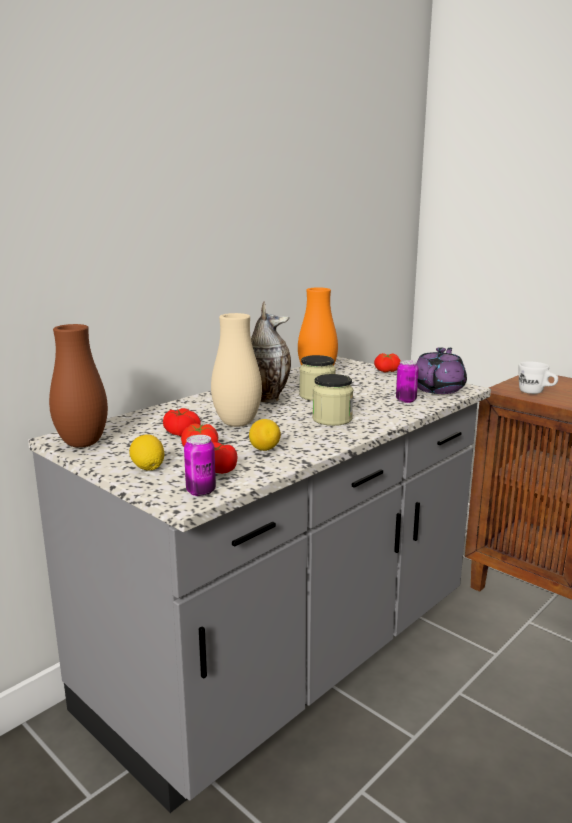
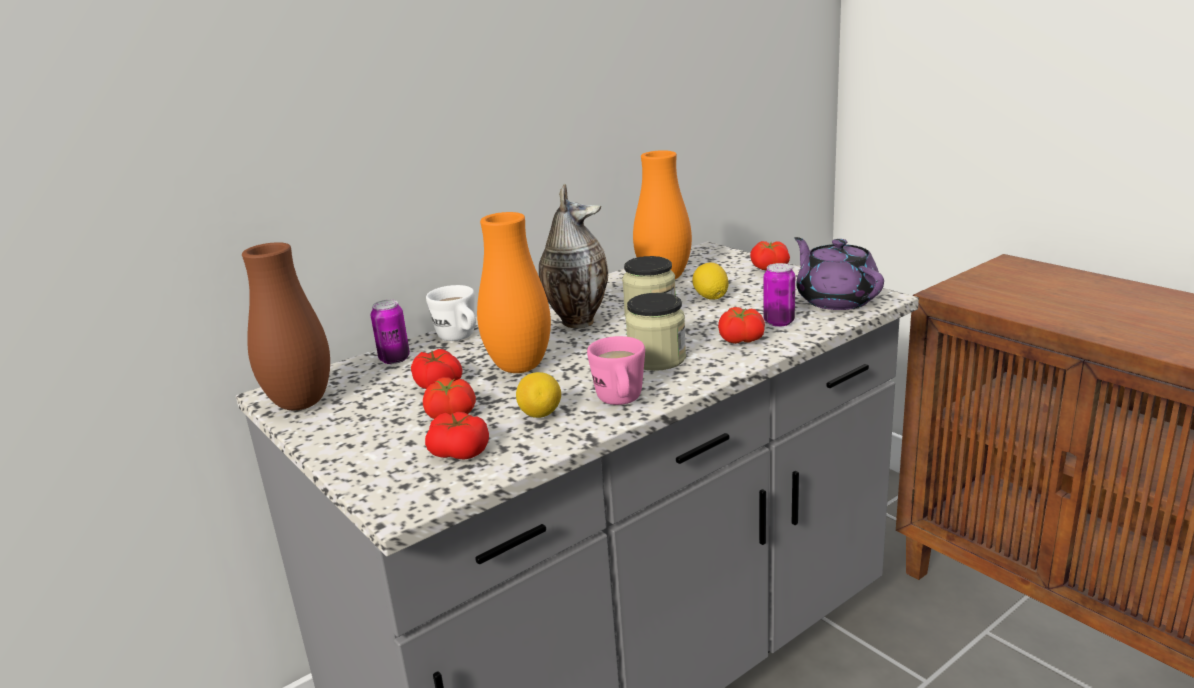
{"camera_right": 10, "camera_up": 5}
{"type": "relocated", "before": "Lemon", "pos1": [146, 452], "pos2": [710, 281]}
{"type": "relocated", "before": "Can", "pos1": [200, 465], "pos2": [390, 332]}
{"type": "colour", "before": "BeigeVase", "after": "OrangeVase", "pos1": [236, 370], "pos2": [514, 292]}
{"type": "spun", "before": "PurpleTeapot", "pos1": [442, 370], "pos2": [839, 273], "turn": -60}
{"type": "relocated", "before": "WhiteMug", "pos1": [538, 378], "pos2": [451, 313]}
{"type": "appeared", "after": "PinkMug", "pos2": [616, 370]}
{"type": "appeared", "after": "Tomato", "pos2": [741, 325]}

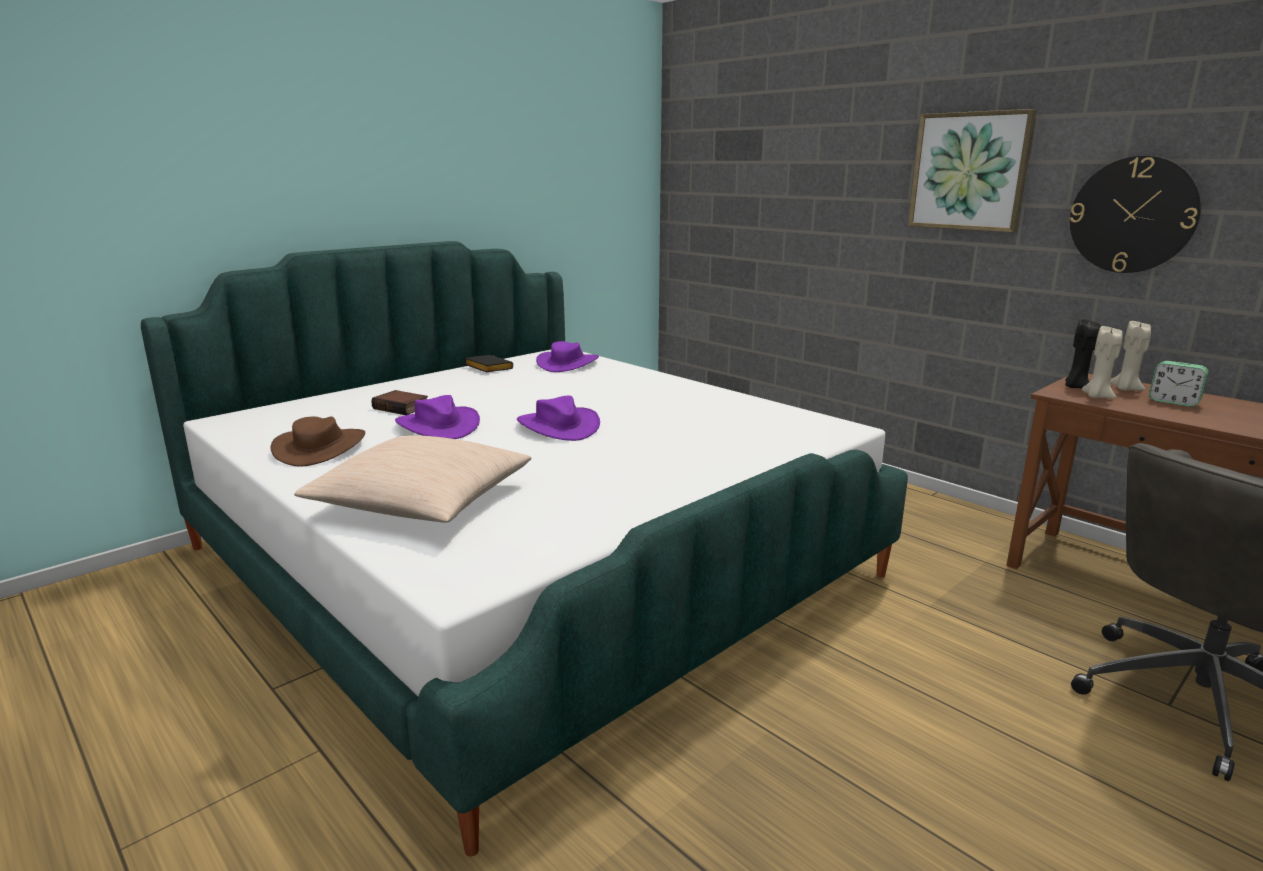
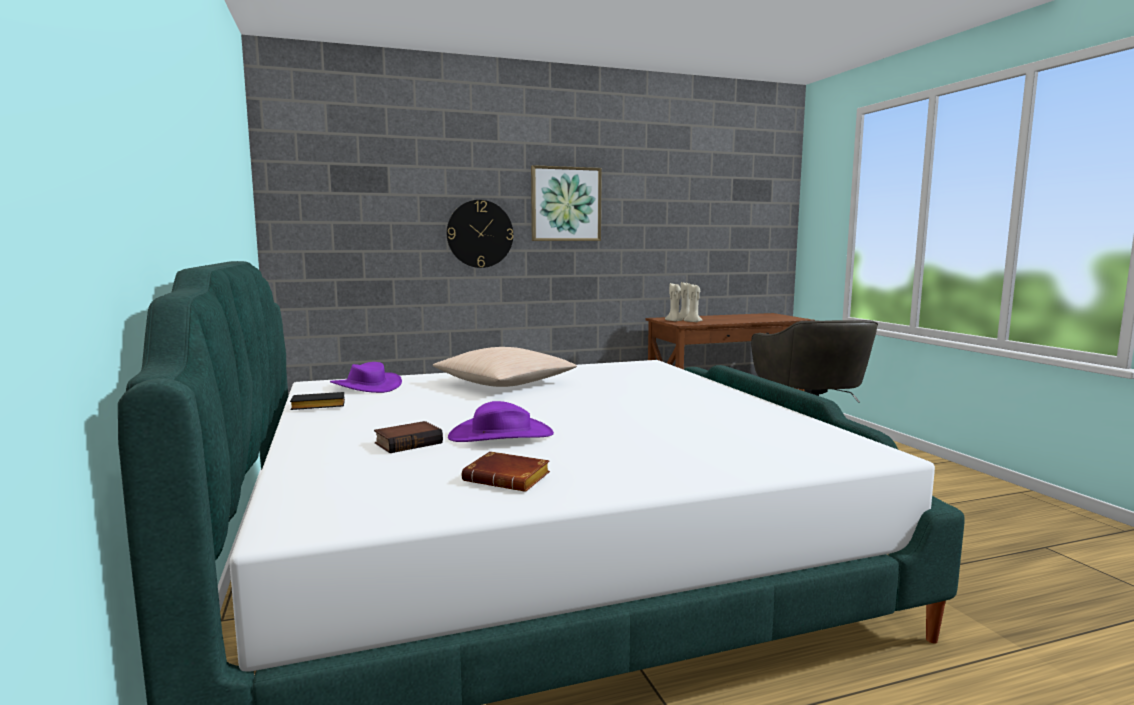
{"camera_right": -65, "camera_up": -10}
{"type": "exchanged", "before": "BrownHat", "after": "BrownBook", "pos1": [318, 442], "pos2": [506, 471]}
{"type": "relocated", "before": "BeigePillow", "pos1": [413, 479], "pos2": [505, 367]}
{"type": "missing", "before": "PurpleHat", "pos1": [558, 418]}
{"type": "colour", "before": "BlackCandle", "after": "BeigeCandle", "pos1": [1083, 353], "pos2": [674, 302]}
{"type": "relocated", "before": "WallClock", "pos1": [1135, 214], "pos2": [480, 234]}
{"type": "missing", "before": "AlarmClock", "pos1": [1178, 384]}

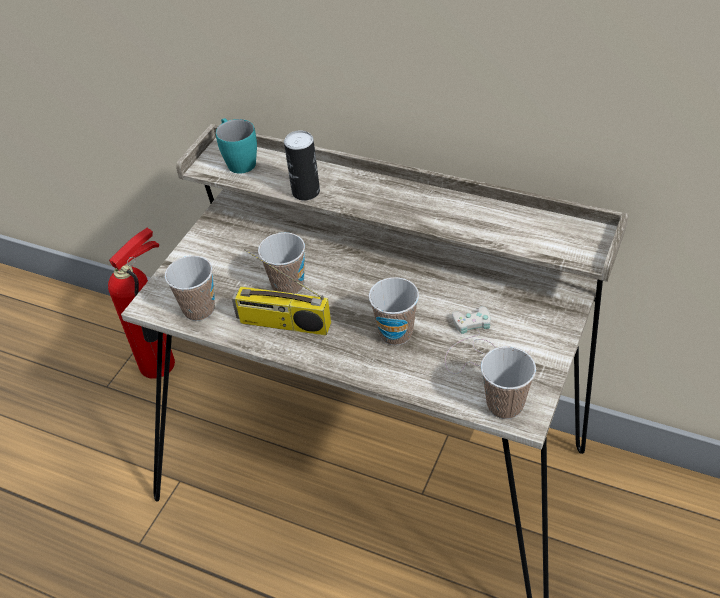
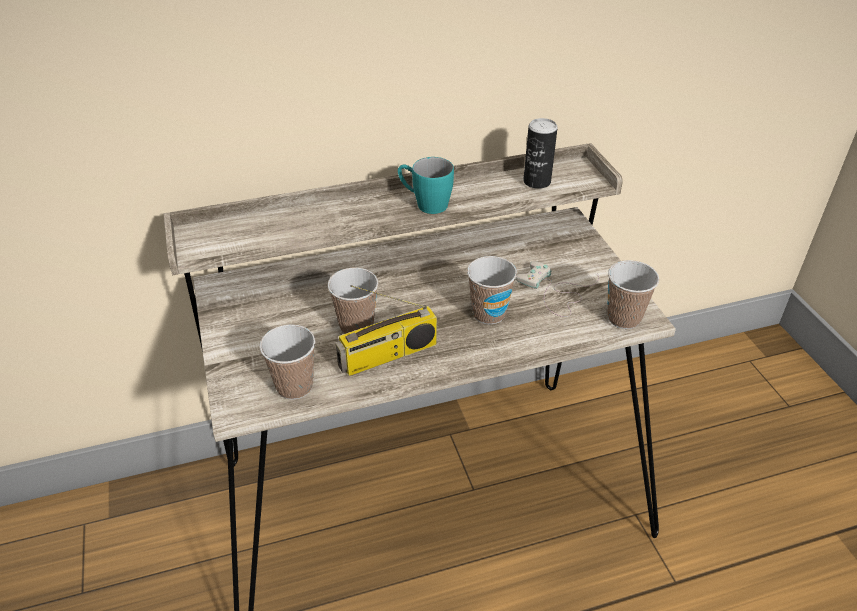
{"camera_right": -45, "camera_up": -5}
{"type": "missing", "before": "FireExtinguisher", "pos1": [141, 303]}
{"type": "relocated", "before": "TurquoiseMug", "pos1": [236, 146], "pos2": [426, 185]}
{"type": "relocated", "before": "Can", "pos1": [302, 165], "pos2": [540, 153]}

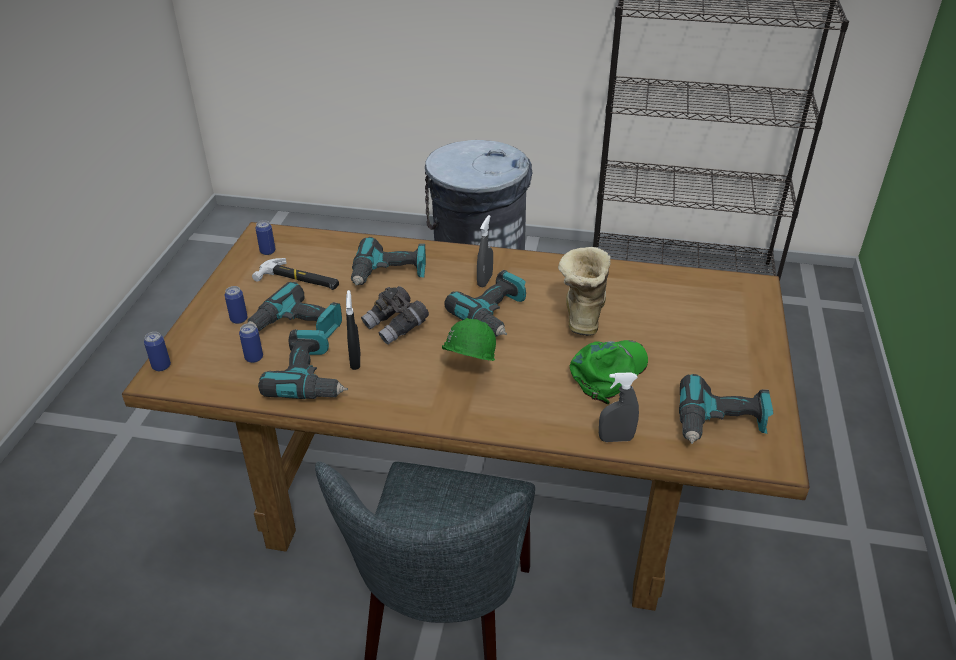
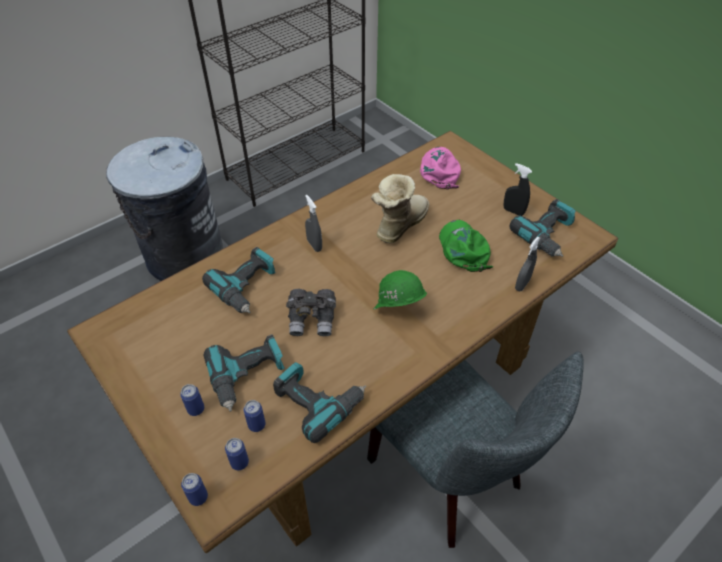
{"camera_right": -50, "camera_up": 10}
{"type": "missing", "before": "Hammer", "pos1": [295, 274]}
{"type": "relocated", "before": "Can", "pos1": [265, 237], "pos2": [237, 454]}
{"type": "relocated", "before": "BlackSprayBottle", "pos1": [353, 330], "pos2": [518, 189]}
{"type": "missing", "before": "PowerDrill", "pos1": [485, 303]}
{"type": "spun", "before": "Boot", "pos1": [584, 291], "pos2": [400, 208], "turn": 75}
{"type": "appeared", "after": "PinkCap", "pos2": [440, 168]}

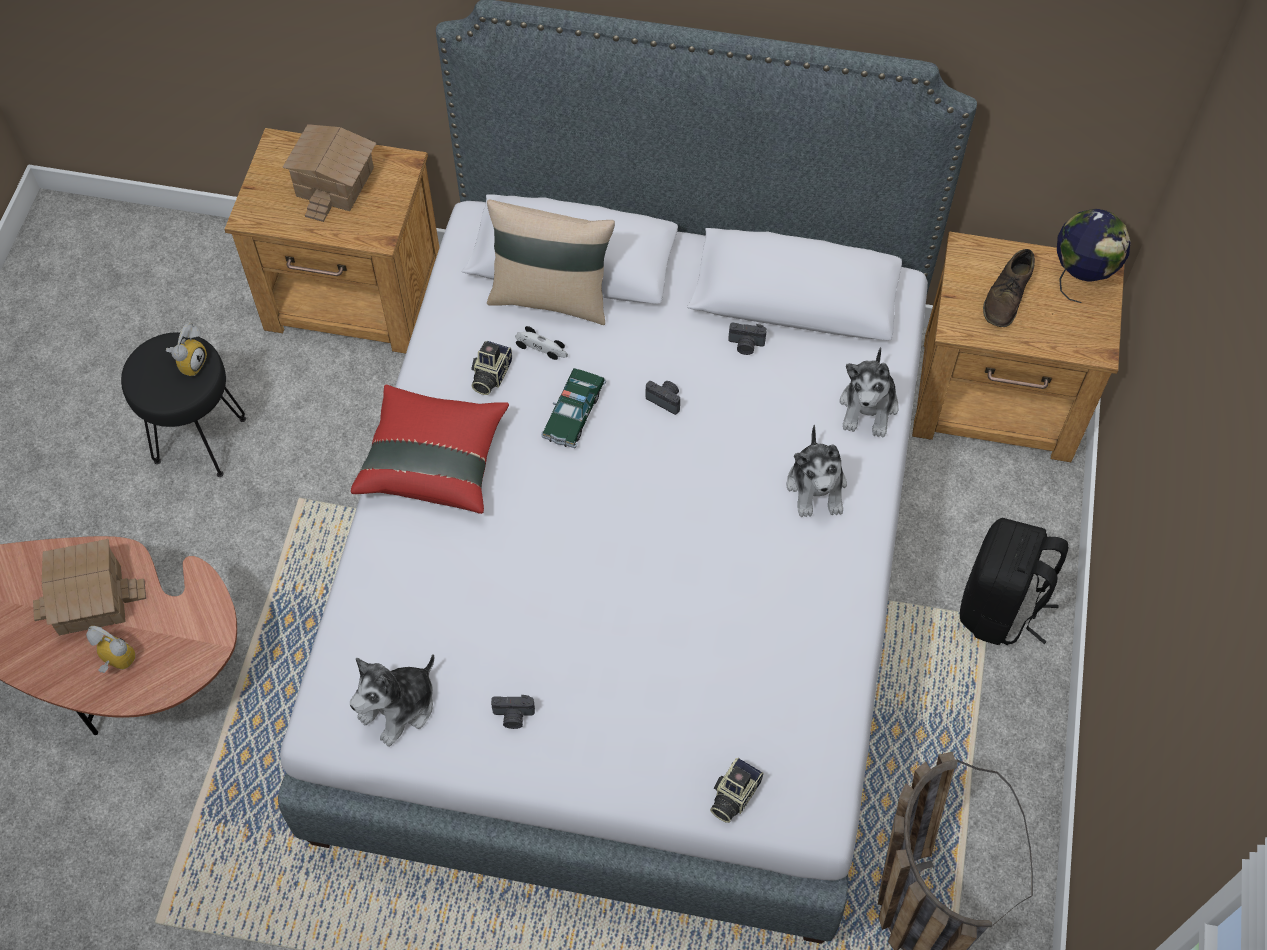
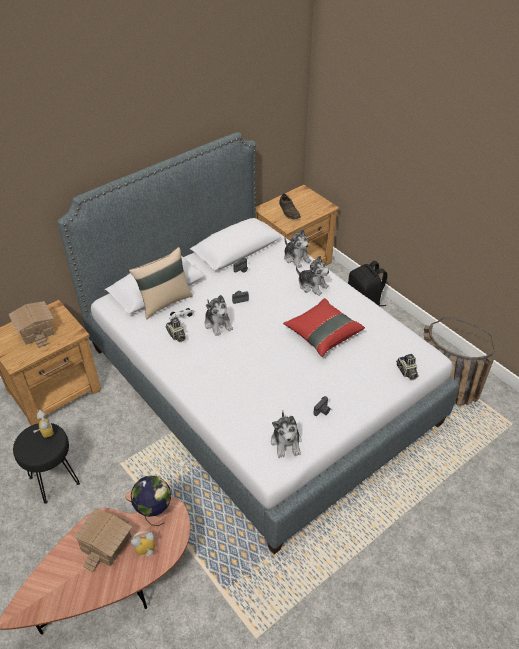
{"camera_right": -50, "camera_up": -15}
{"type": "relocated", "before": "RedPillow", "pos1": [430, 449], "pos2": [324, 327]}
{"type": "exchanged", "before": "ToyCar", "after": "PlushToy", "pos1": [573, 408], "pos2": [219, 315]}
{"type": "relocated", "before": "Globe", "pos1": [1094, 256], "pos2": [151, 501]}

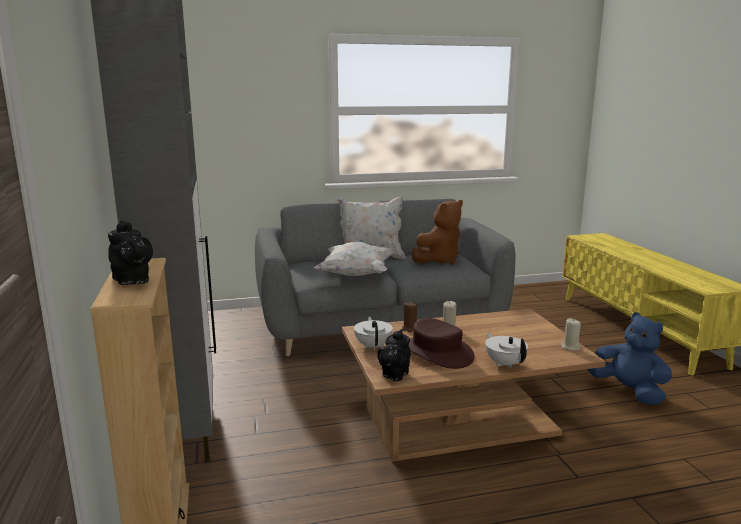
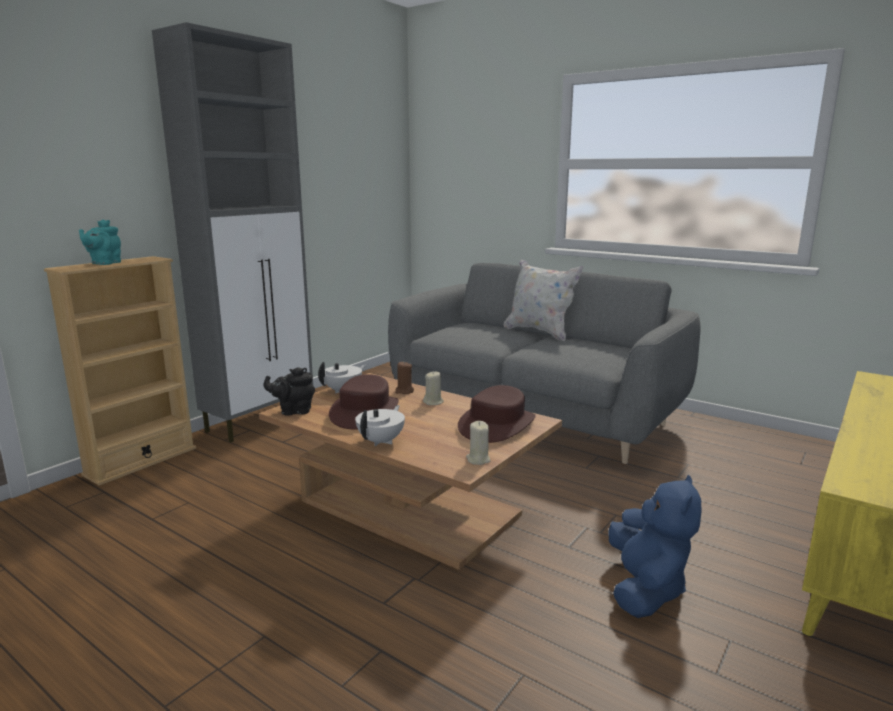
{"camera_right": 50, "camera_up": 0}
{"type": "colour", "before": "BlackTeapot", "after": "TurquoiseTeapot", "pos1": [130, 252], "pos2": [100, 242]}
{"type": "missing", "before": "WhitePillow", "pos1": [354, 259]}
{"type": "missing", "before": "BrownPlushToy", "pos1": [437, 232]}
{"type": "appeared", "after": "BrownHat", "pos2": [497, 414]}

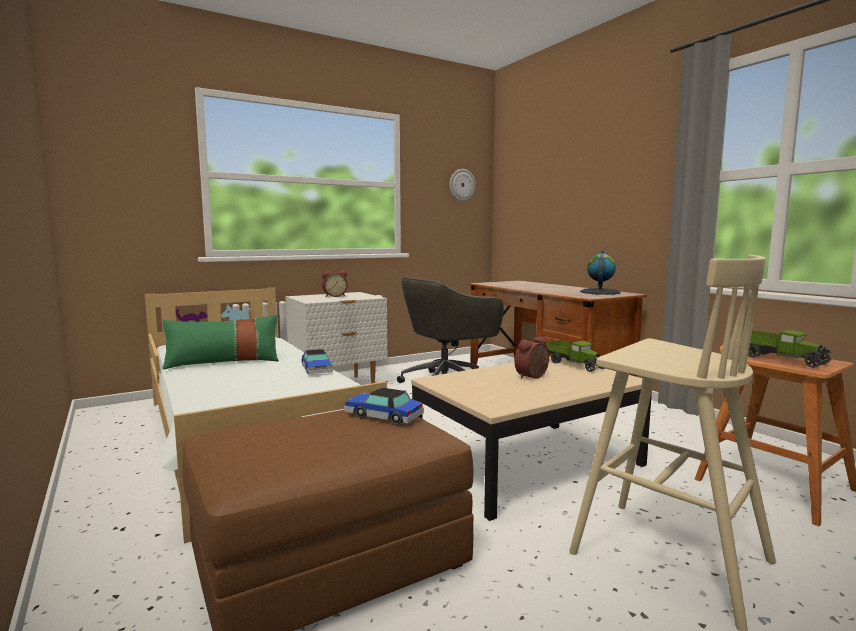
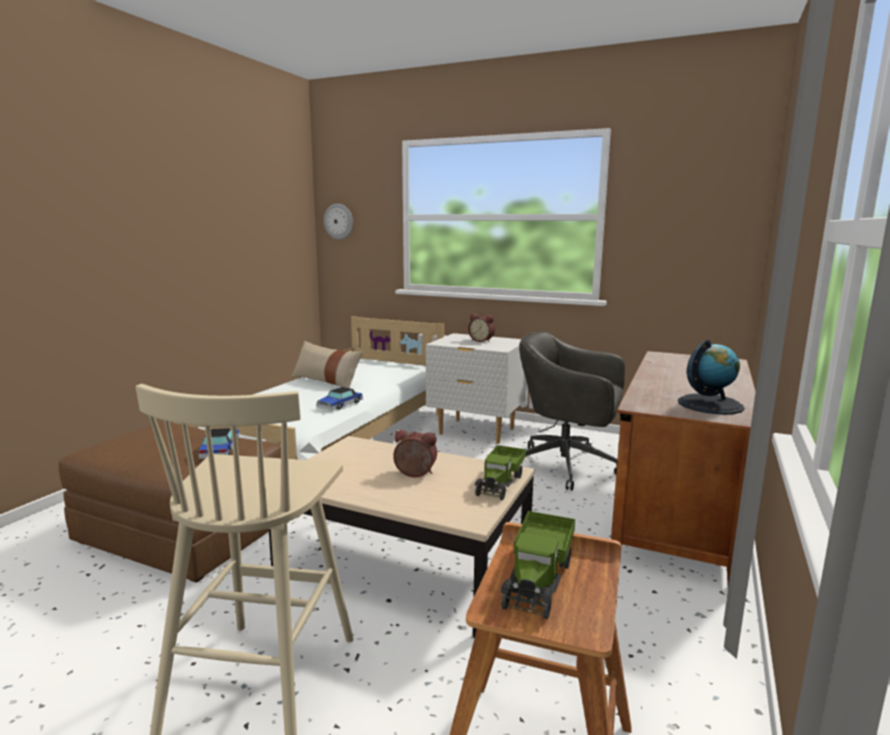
{"camera_right": 55, "camera_up": 5}
{"type": "colour", "before": "GreenPillow", "after": "BeigePillow", "pos1": [221, 342], "pos2": [327, 364]}
{"type": "relocated", "before": "WallClock", "pos1": [462, 185], "pos2": [338, 222]}

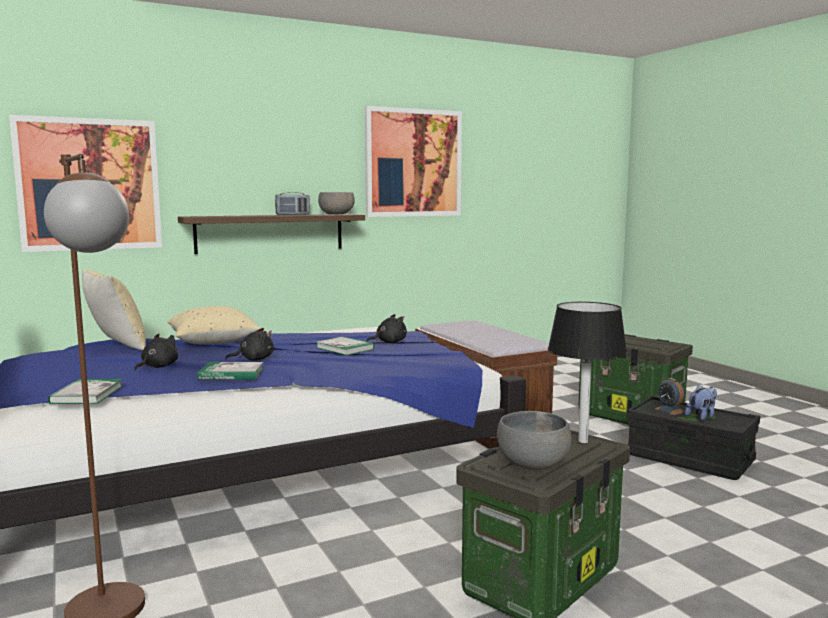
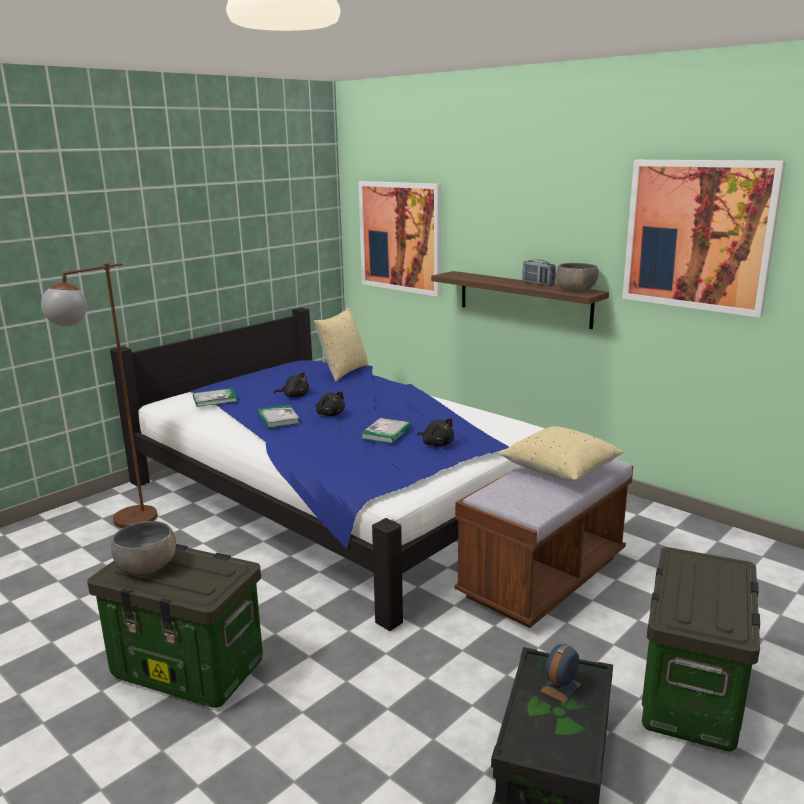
{"camera_right": 70, "camera_up": 10}
{"type": "relocated", "before": "BeigePillow", "pos1": [214, 325], "pos2": [561, 454]}
{"type": "missing", "before": "BlackTableLamp", "pos1": [587, 372]}
{"type": "missing", "before": "PlushToy", "pos1": [701, 402]}

